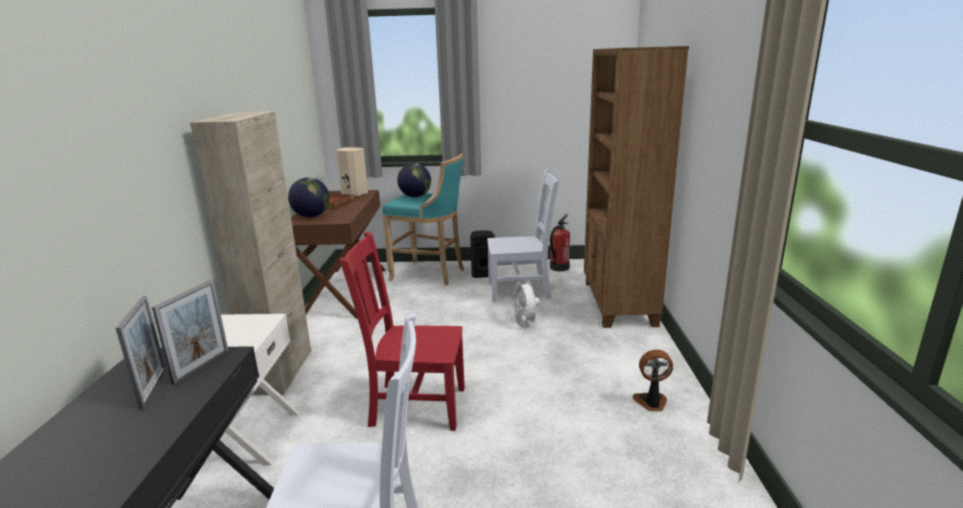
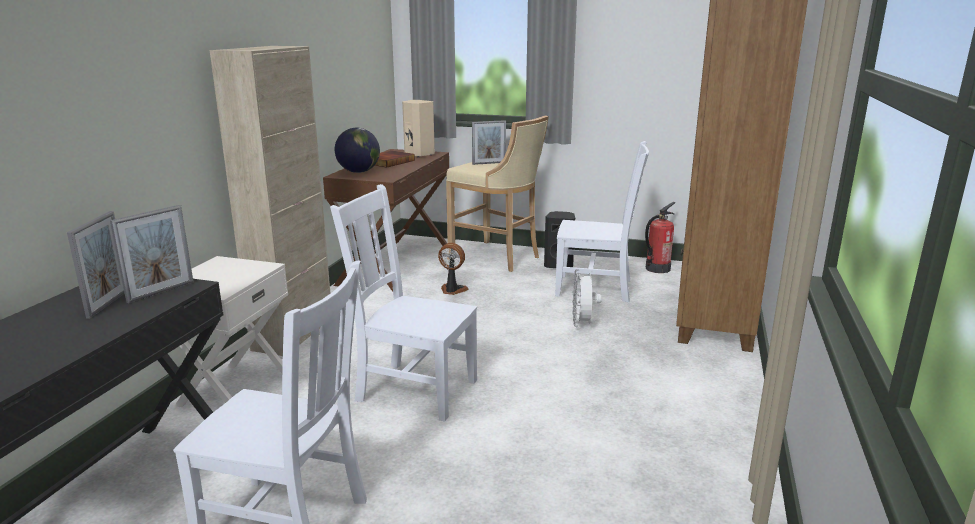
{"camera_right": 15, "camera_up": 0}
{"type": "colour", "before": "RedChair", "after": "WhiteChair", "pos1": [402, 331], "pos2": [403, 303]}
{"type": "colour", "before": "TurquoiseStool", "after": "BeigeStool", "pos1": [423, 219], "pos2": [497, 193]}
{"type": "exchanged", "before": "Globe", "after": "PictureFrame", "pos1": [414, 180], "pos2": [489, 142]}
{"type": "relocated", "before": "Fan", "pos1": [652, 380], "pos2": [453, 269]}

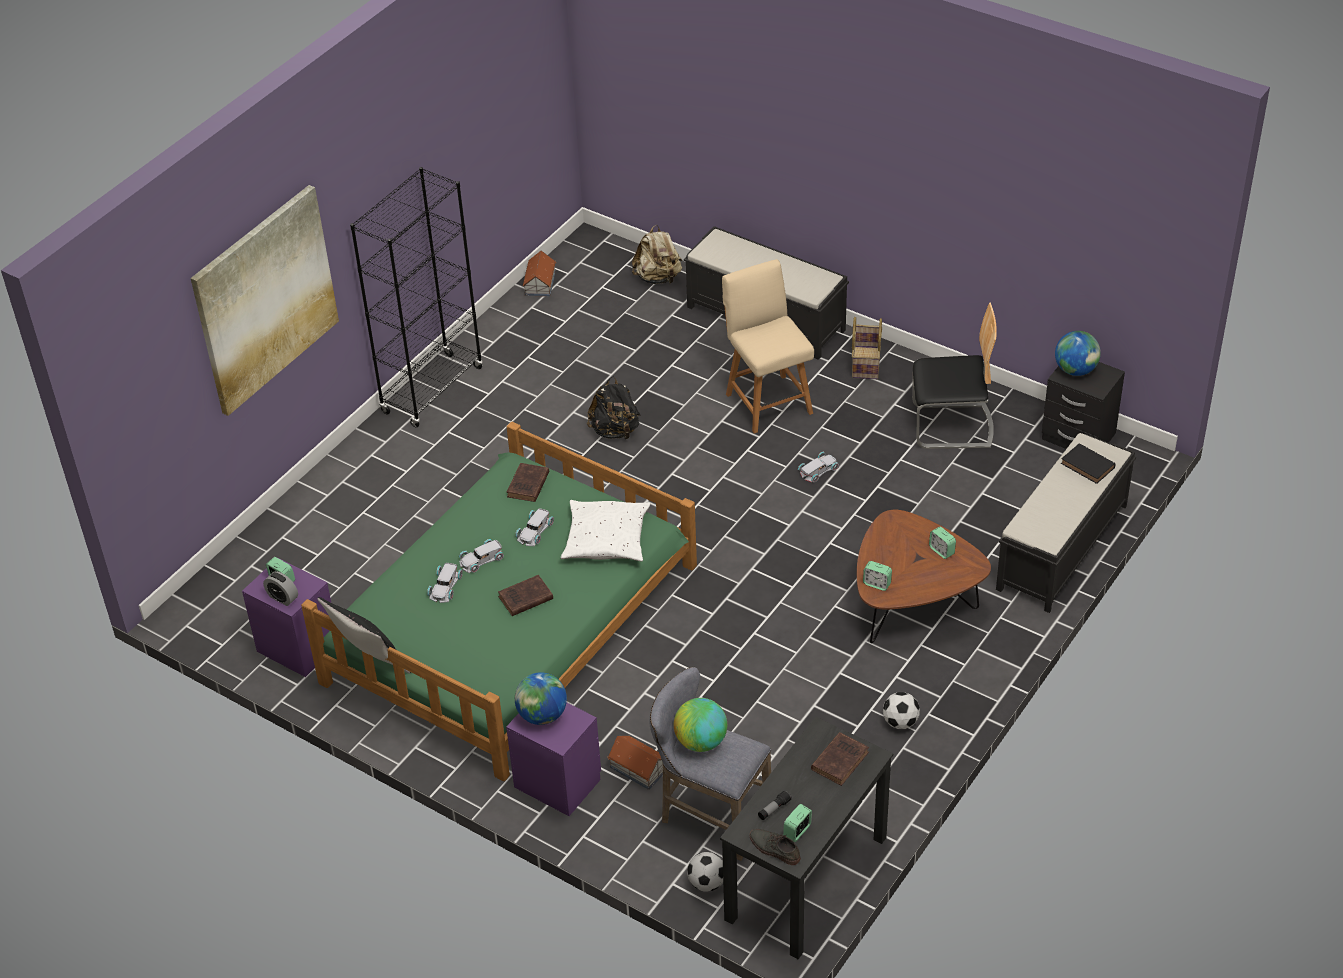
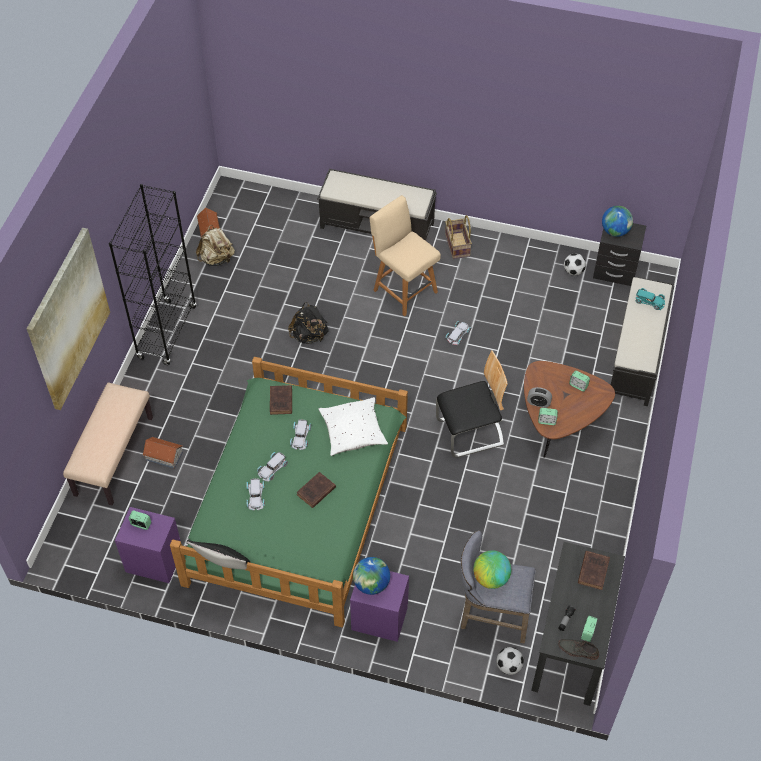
{"camera_right": -20, "camera_up": 10}
{"type": "relocated", "before": "AlarmClock", "pos1": [280, 588], "pos2": [539, 397]}
{"type": "relocated", "before": "ToyHouse", "pos1": [635, 763], "pos2": [162, 453]}
{"type": "relocated", "before": "BeigeBackpack", "pos1": [657, 254], "pos2": [215, 245]}
{"type": "relocated", "before": "Football", "pos1": [901, 710], "pos2": [575, 264]}
{"type": "relocated", "before": "Chair", "pos1": [954, 376], "pos2": [472, 404]}
{"type": "exchanged", "before": "BlackBook", "after": "TurquoiseToyCar", "pos1": [1088, 463], "pos2": [650, 299]}
{"type": "appeared", "after": "BeigeBench", "pos2": [108, 444]}

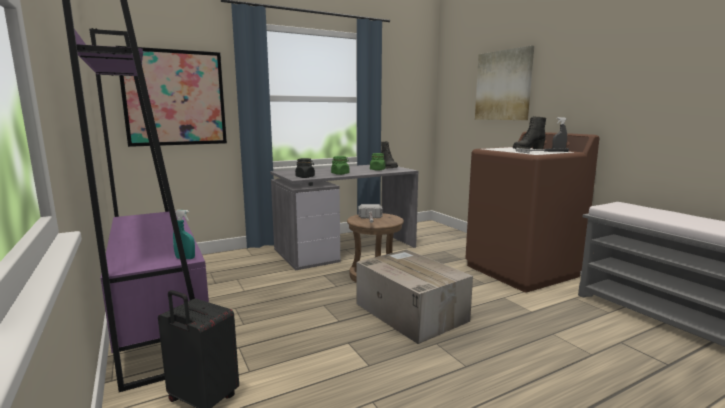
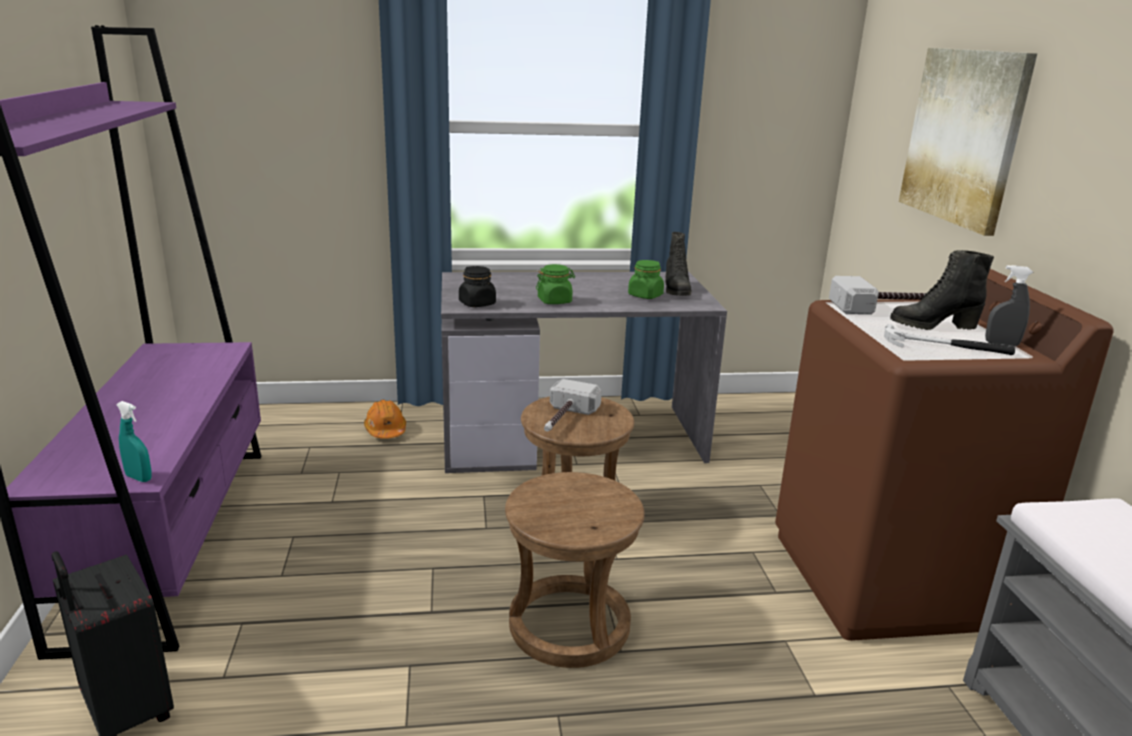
{"camera_right": 20, "camera_up": 10}
{"type": "missing", "before": "Picture", "pos1": [171, 96]}
{"type": "exchanged", "before": "CardboardBox", "after": "BrownStool", "pos1": [414, 296], "pos2": [575, 570]}
{"type": "appeared", "after": "OrangeHardHat", "pos2": [385, 419]}
{"type": "appeared", "after": "Hammer", "pos2": [877, 295]}

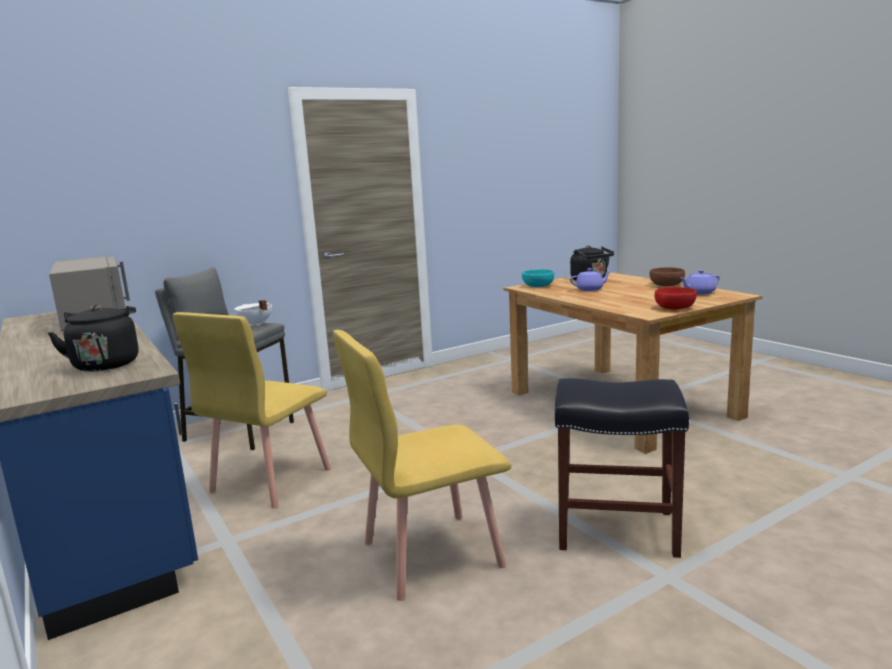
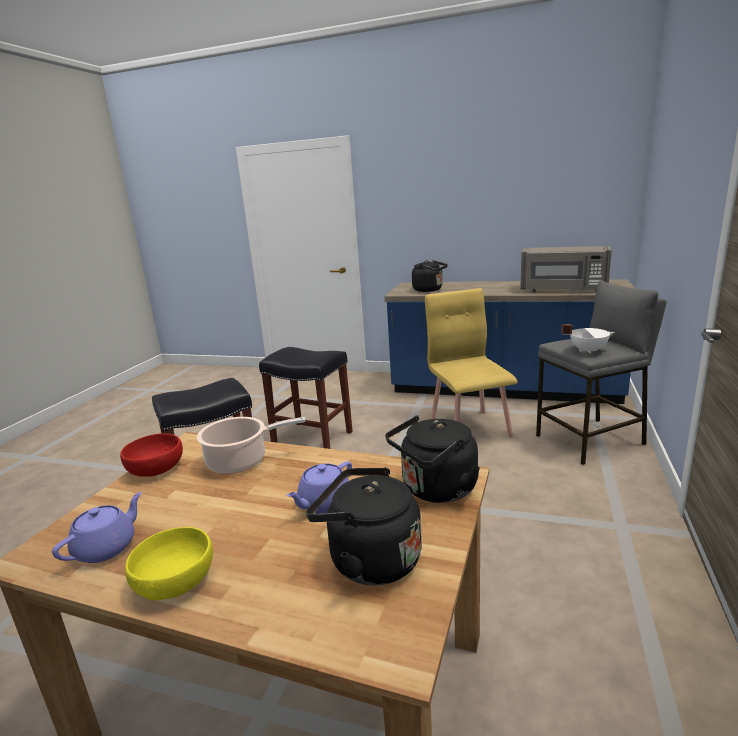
{"camera_right": 140, "camera_up": 5}
{"type": "exchanged", "before": "YellowChair", "after": "BlackStool", "pos1": [422, 465], "pos2": [306, 398]}
{"type": "exchanged", "before": "TurquoiseBowl", "after": "BlackKettle", "pos1": [538, 278], "pos2": [432, 459]}
{"type": "colour", "before": "BrownBowl", "after": "YellowBowl", "pos1": [667, 276], "pos2": [169, 563]}
{"type": "appeared", "after": "CookingPot", "pos2": [251, 445]}

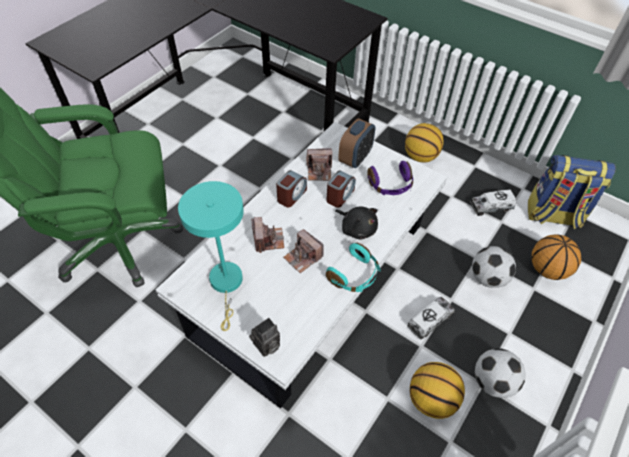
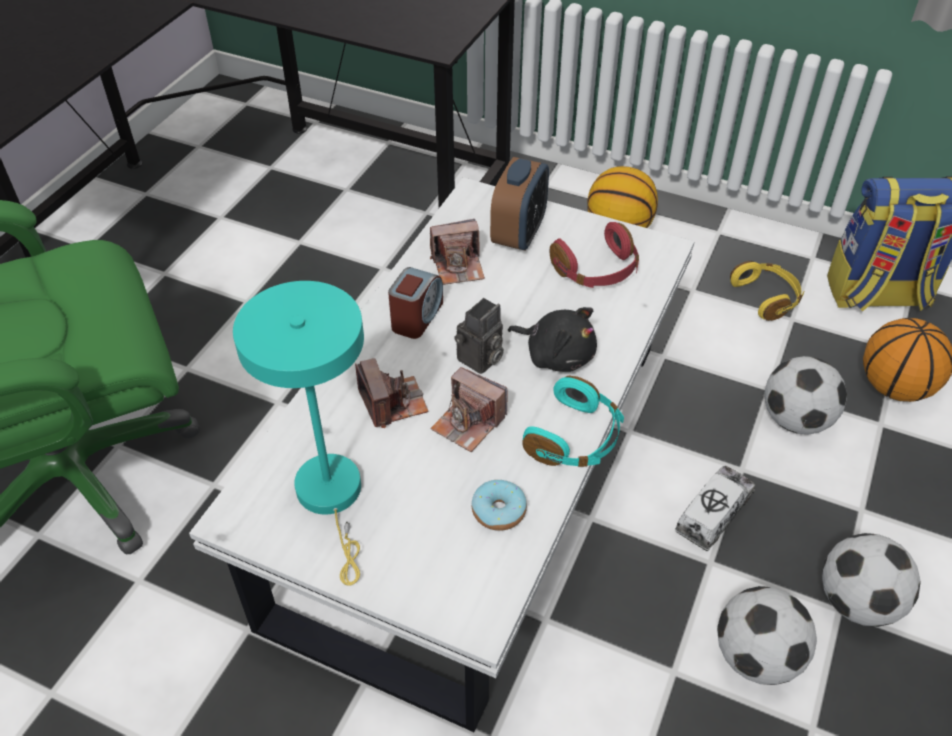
{"camera_right": -10, "camera_up": -5}
{"type": "relocated", "before": "PhotoCamera", "pos1": [264, 337], "pos2": [479, 336]}
{"type": "missing", "before": "AlarmClock", "pos1": [341, 189]}
{"type": "colour", "before": "PurpleHeadphones", "after": "RedHeadphones", "pos1": [390, 178], "pos2": [594, 255]}
{"type": "exchanged", "before": "Basketball", "after": "Football", "pos1": [437, 390], "pos2": [767, 635]}
{"type": "exchanged", "before": "ToyTruck", "after": "YellowHeadphones", "pos1": [493, 203], "pos2": [767, 291]}
{"type": "appeared", "after": "Donut", "pos2": [499, 505]}

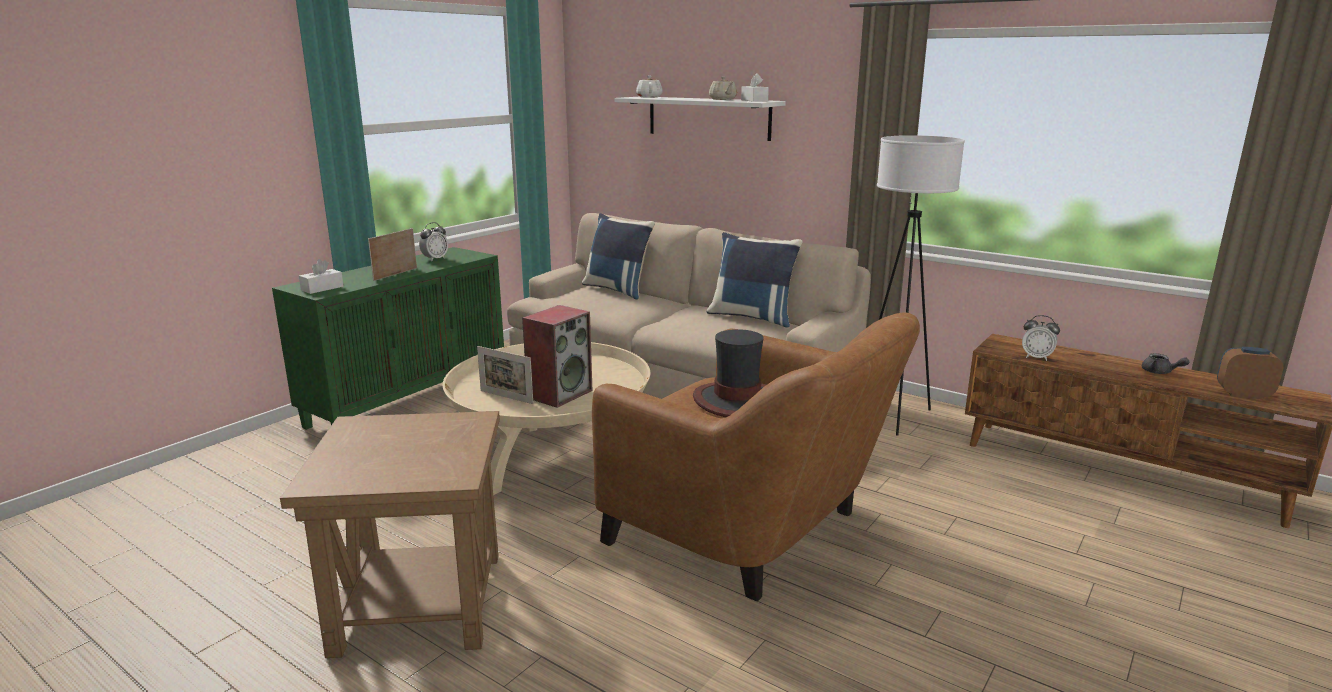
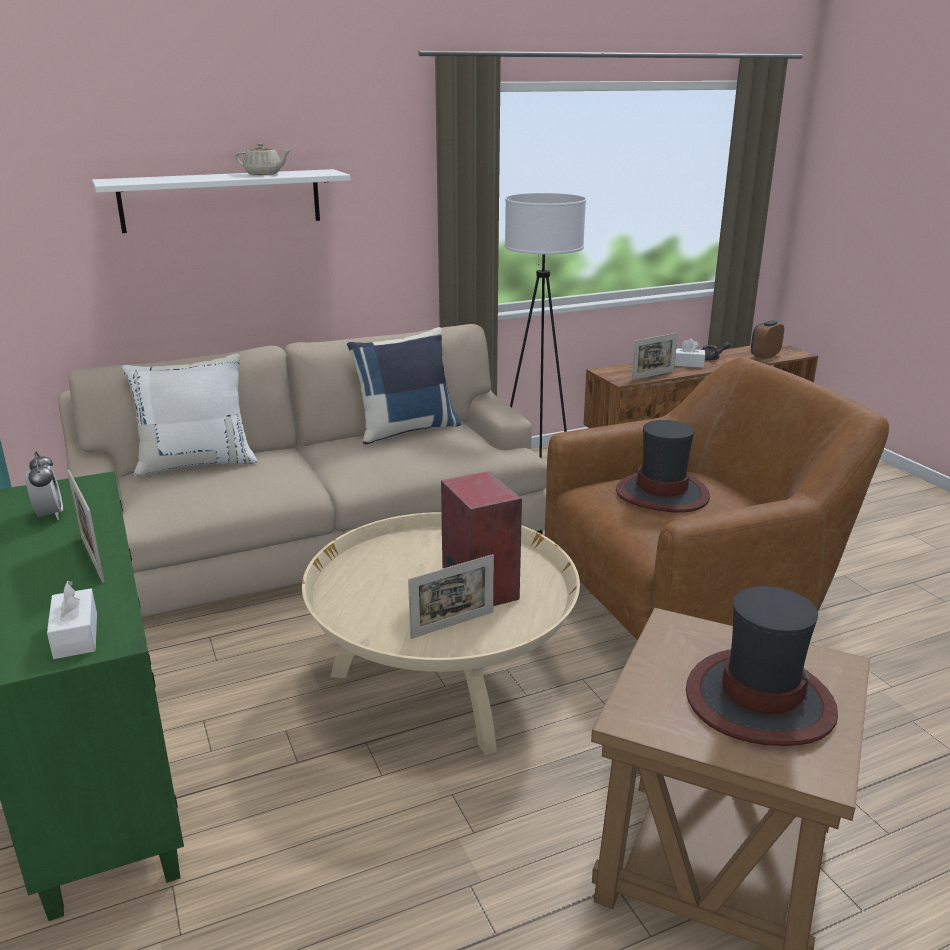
{"camera_right": -60, "camera_up": 5}
{"type": "colour", "before": "BluePillow", "after": "WhitePillow", "pos1": [618, 256], "pos2": [189, 415]}
{"type": "missing", "before": "WhiteTeapot", "pos1": [649, 86]}
{"type": "relocated", "before": "WhiteTissueBox", "pos1": [755, 87], "pos2": [690, 353]}
{"type": "exchanged", "before": "AlarmClock", "after": "PictureFrame", "pos1": [1041, 338], "pos2": [654, 356]}
{"type": "appeared", "after": "Hat", "pos2": [762, 666]}

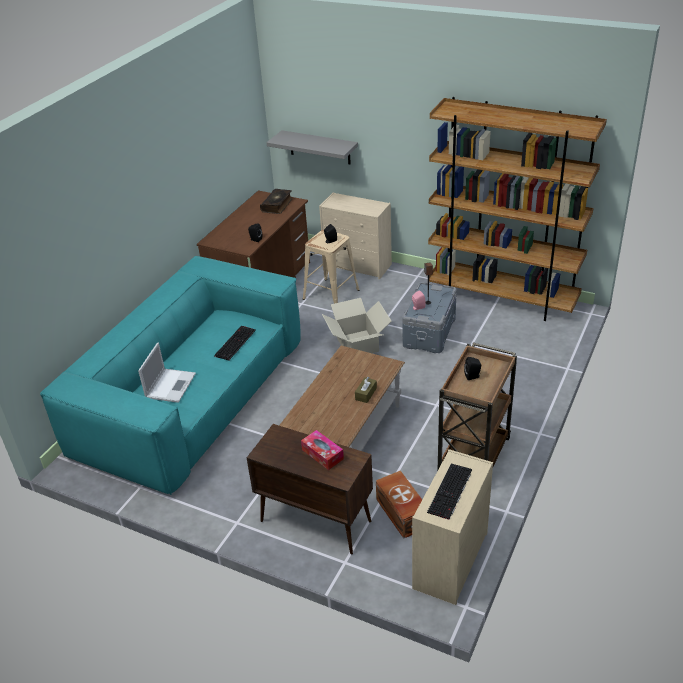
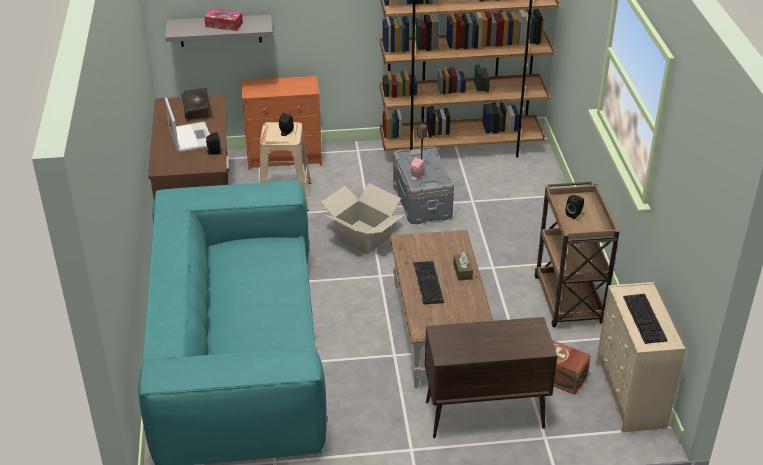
{"camera_right": -35, "camera_up": 0}
{"type": "relocated", "before": "Laptop", "pos1": [167, 373], "pos2": [187, 125]}
{"type": "relocated", "before": "Keyboard", "pos1": [235, 343], "pos2": [428, 283]}
{"type": "relocated", "before": "TissueBox", "pos1": [322, 450], "pos2": [223, 20]}
{"type": "colour", "before": "BeigeDresser", "after": "OrangeDresser", "pos1": [355, 235], "pos2": [282, 122]}

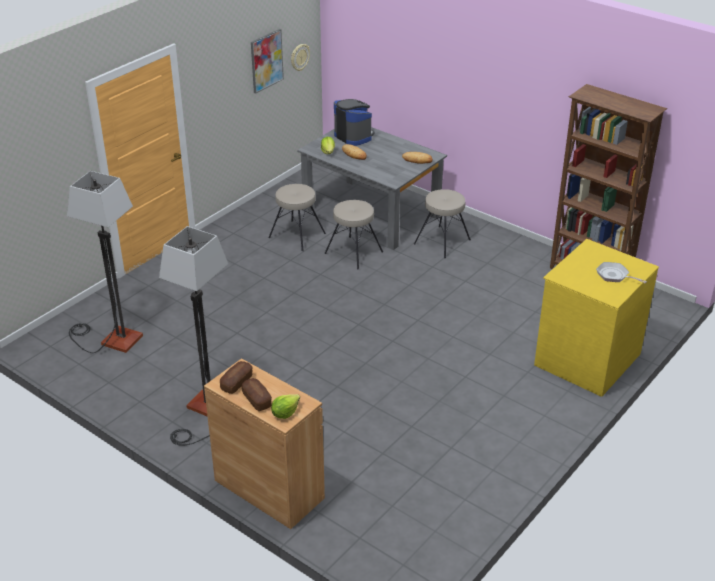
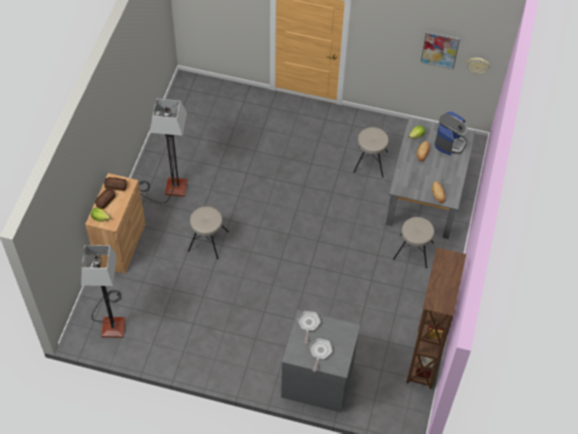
{"camera_right": 65, "camera_up": 20}
{"type": "relocated", "before": "FloorLamp", "pos1": [105, 262], "pos2": [103, 291]}
{"type": "relocated", "before": "BeigeStool", "pos1": [353, 234], "pos2": [208, 232]}
{"type": "colour", "before": "YellowDresser", "after": "GreyDresser", "pos1": [596, 318], "pos2": [321, 361]}
{"type": "appeared", "after": "FryingPan", "pos2": [309, 327]}

